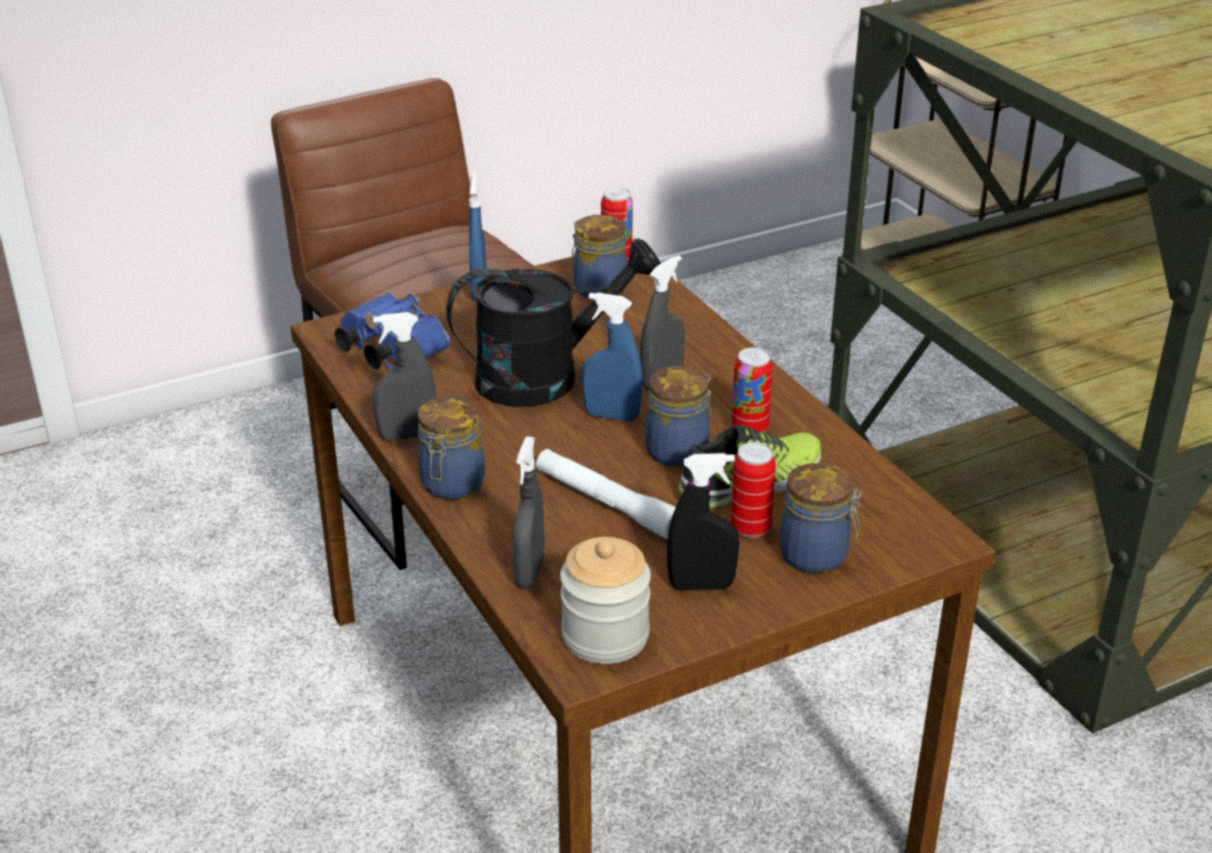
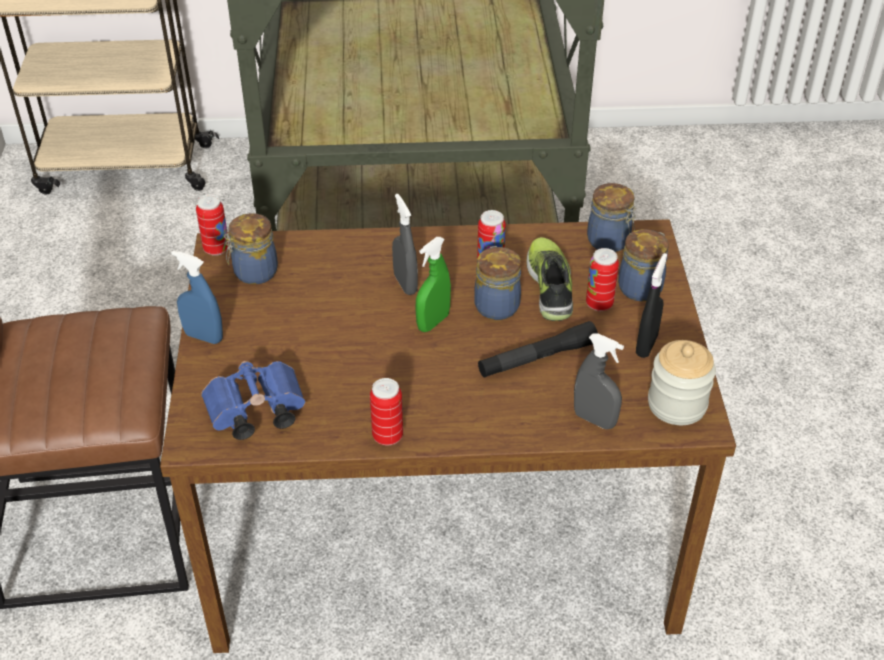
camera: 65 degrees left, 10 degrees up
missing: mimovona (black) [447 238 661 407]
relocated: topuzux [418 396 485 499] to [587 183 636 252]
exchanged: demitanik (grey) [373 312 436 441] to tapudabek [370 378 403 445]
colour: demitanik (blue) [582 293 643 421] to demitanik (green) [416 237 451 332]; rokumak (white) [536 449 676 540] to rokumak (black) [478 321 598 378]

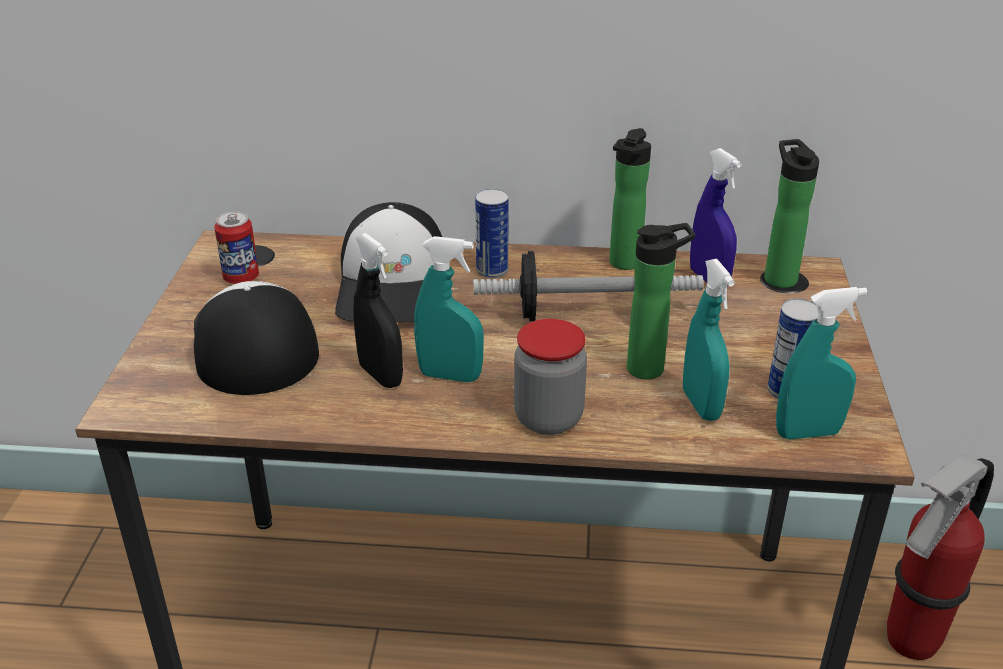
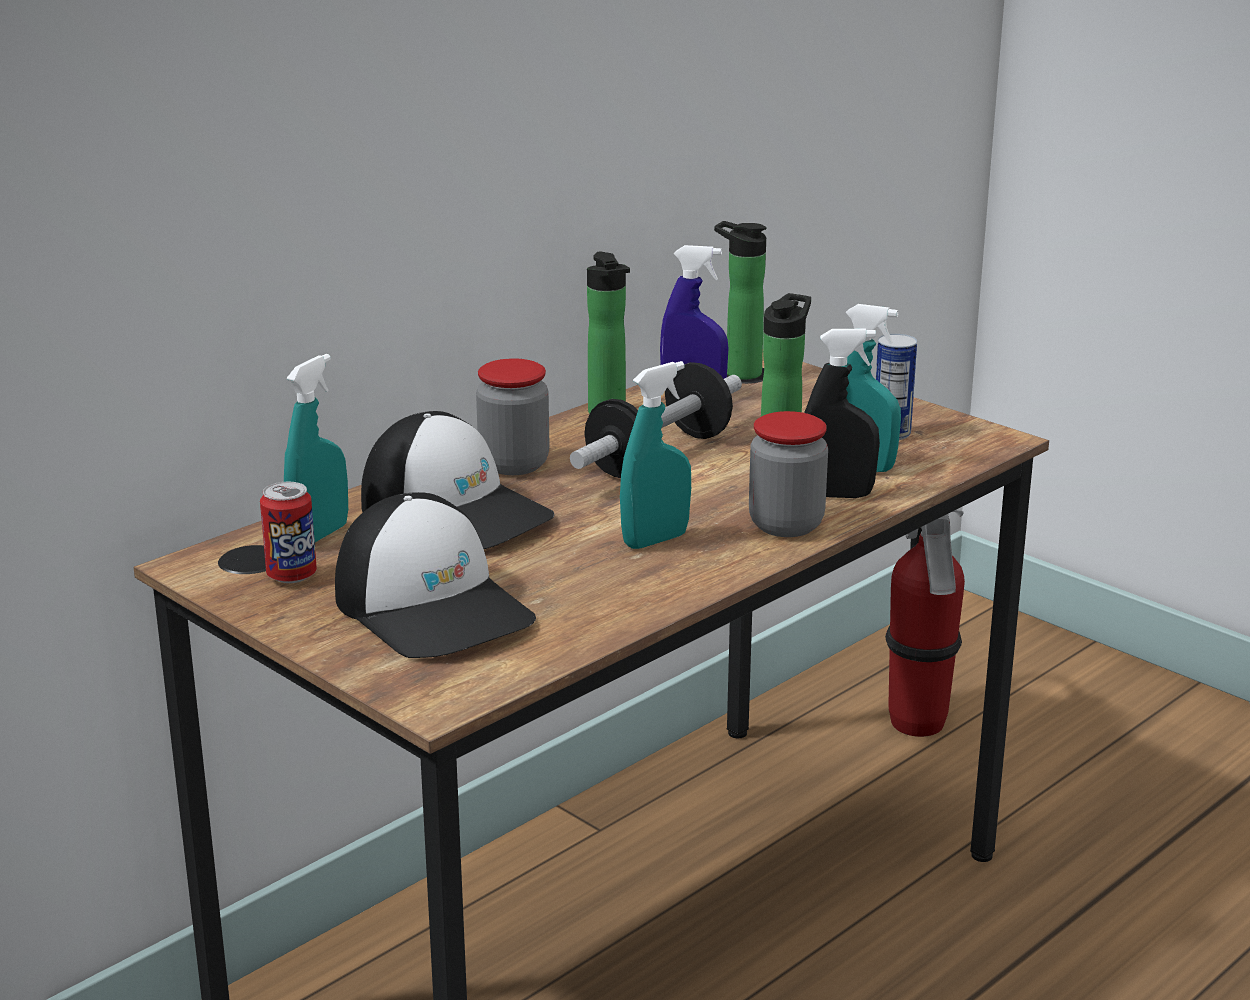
camera: 50 degrees left, 10 degrees down
relocated: demitanik (turquoise) [776 287 867 439] to [284 354 348 542]; demitanik (black) [353 233 403 388] to [804 329 880 498]
exchanged: tapudabek [475 189 509 278] to topuzux [476 358 549 475]
spun: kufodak [194 281 319 395] = [335 492 536 658] 150 degrees counterclockwise

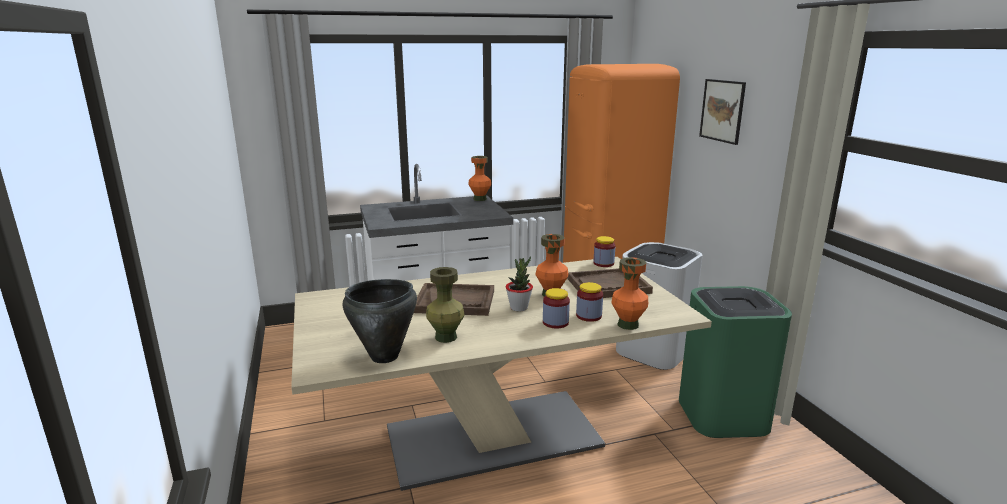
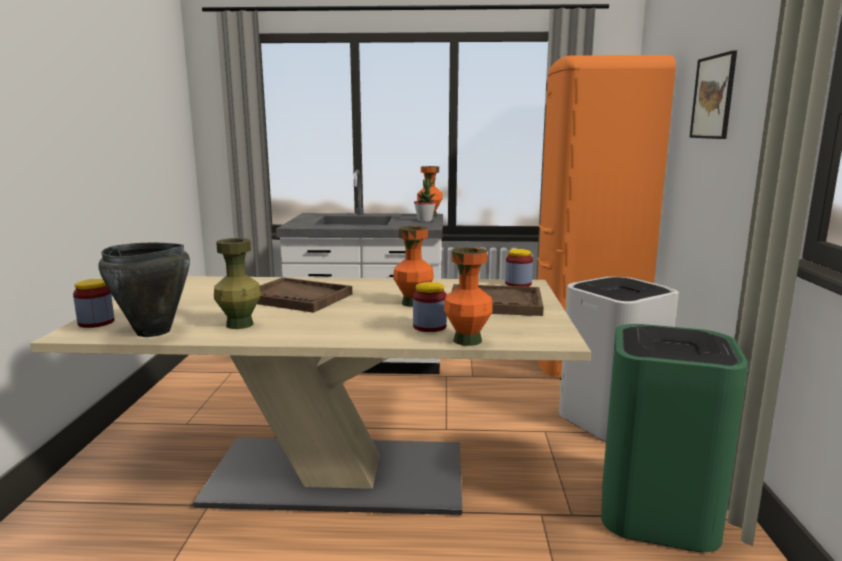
camera: 20 degrees right, 5 degrees down
relocated: topuzux [543 288 570 329] to [73 279 115 328]; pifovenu [506 256 533 311] to [414 178 436 222]

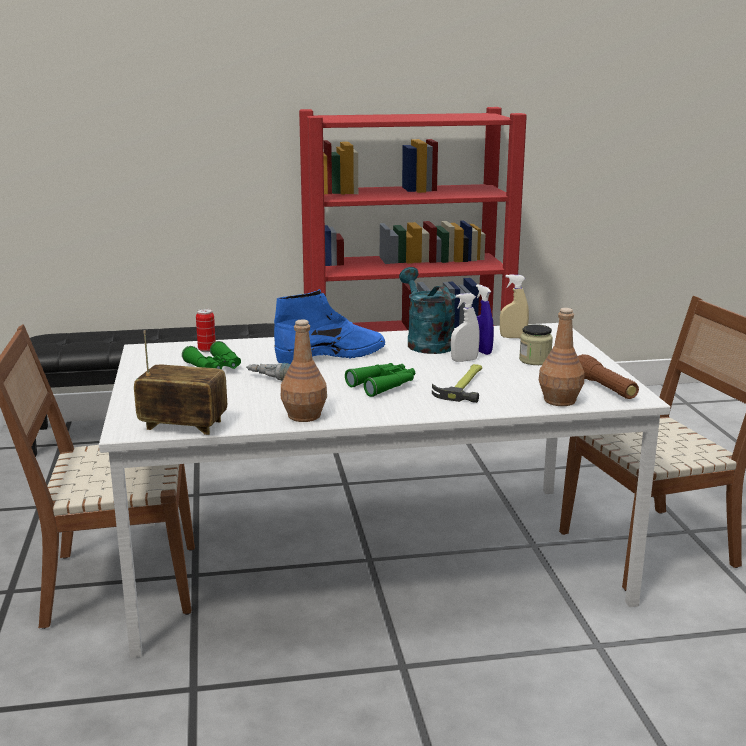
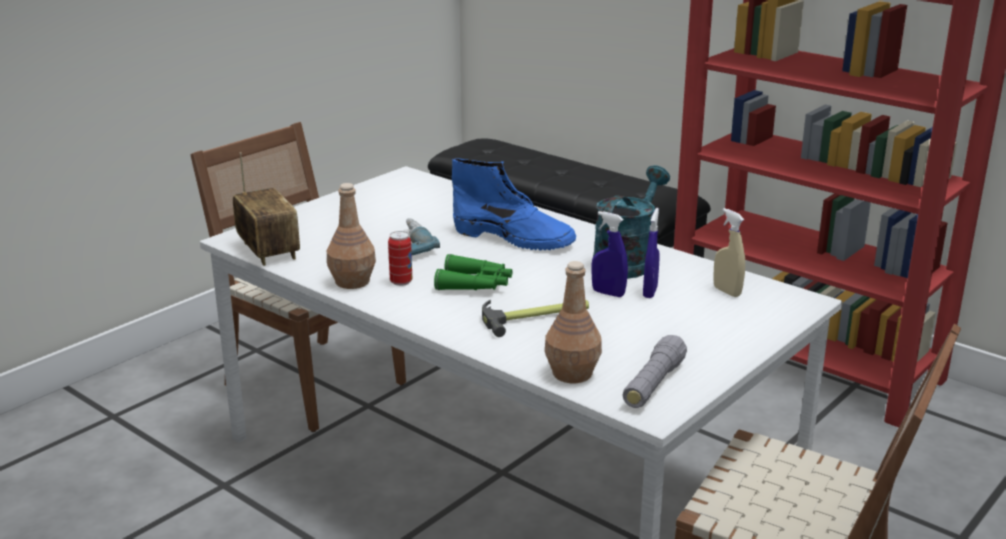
camera: 50 degrees right, 5 degrees up
missing: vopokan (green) [182 341 241 369]; topuzux [519 324 553 365]
relocated: tapudabek [196 309 216 352] to [388 231 412 286]
colour: demitanik (white) [451 293 480 362] to demitanik (blue) [592 211 628 297]; rokumak (brown) [578 354 639 399] to rokumak (grey) [623 335 687 408]

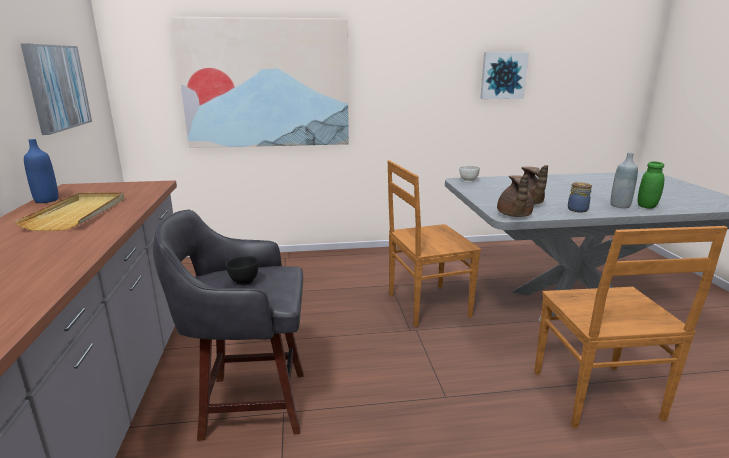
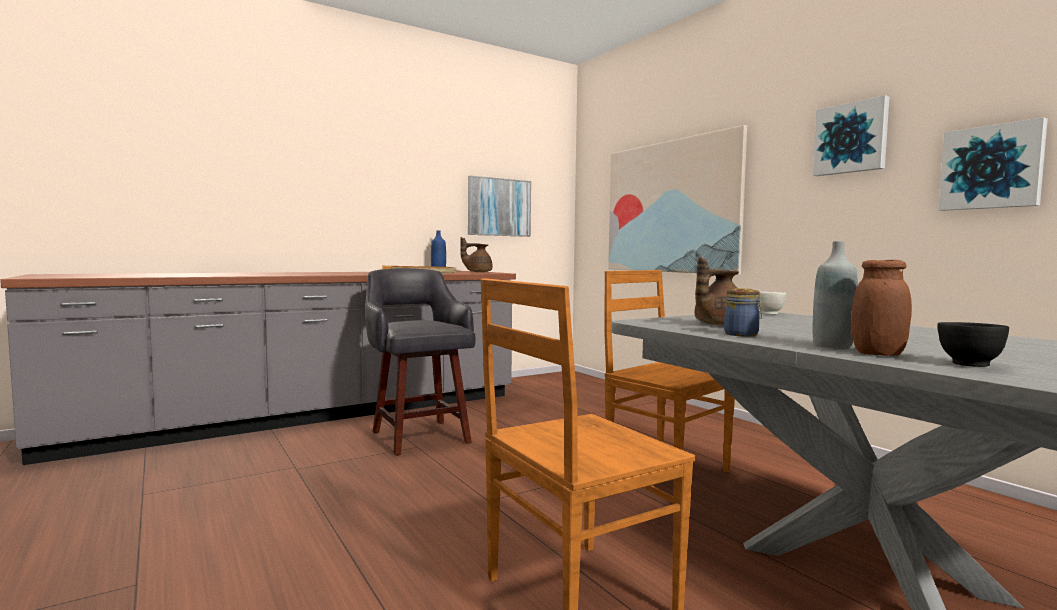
camera: 65 degrees right, 15 degrees down
appeared: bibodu [813 95 889 176]
relocated: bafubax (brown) [497 175 533 217] to [460 237 492 272]; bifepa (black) [225 256 259 286] to [938 322 1009 367]
colour: topuzux (green) [638 161 664 209] to topuzux (brown) [851 260 912 356]

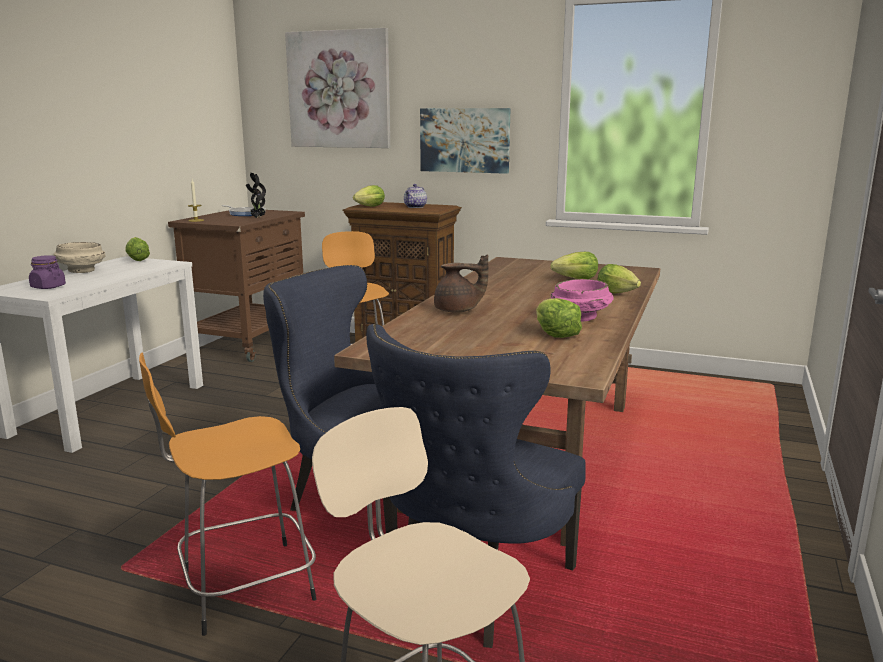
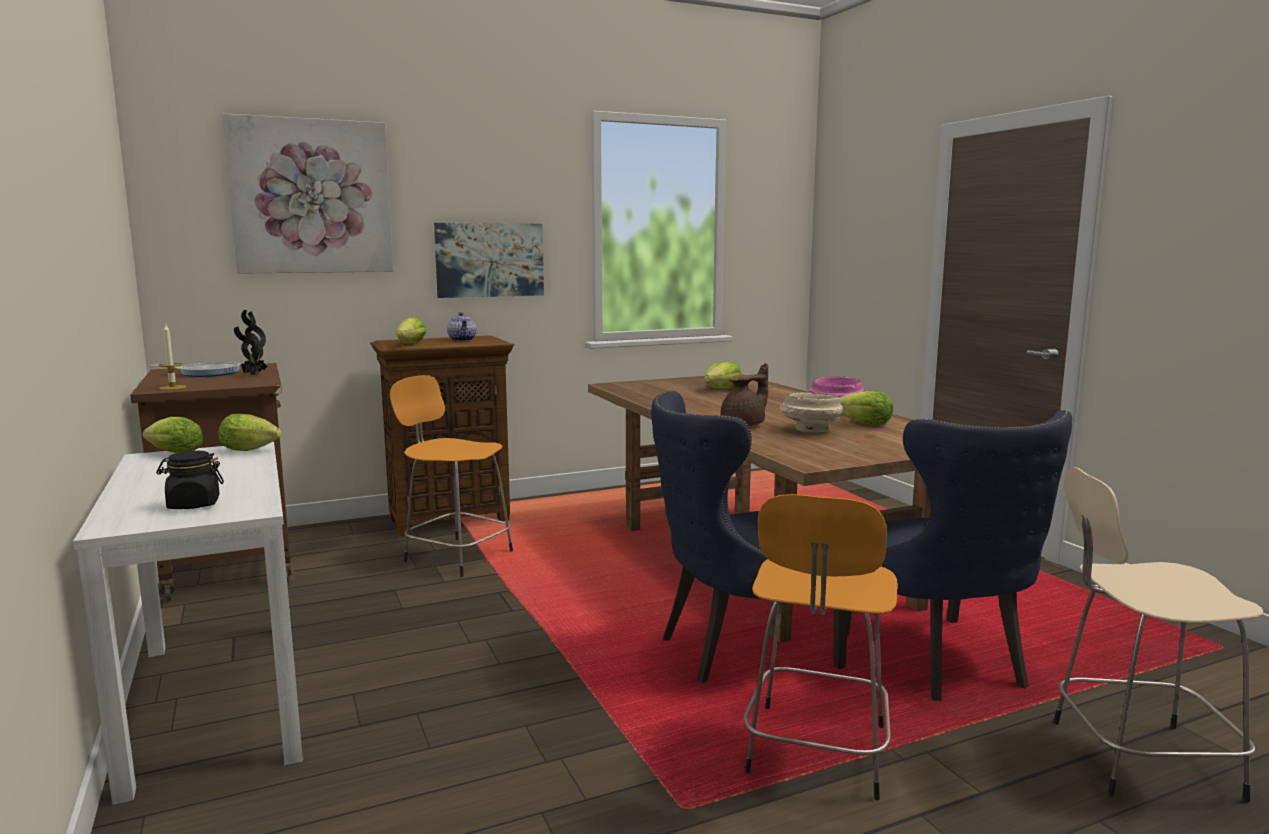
camera: 45 degrees left, 5 degrees down
relocated: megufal [598 264 641 293] to [218 414 281 451]; bifepa (beige) [53 242 106 273] to [780 392 844 432]
colour: topuzux (purple) [29 255 66 289] to topuzux (black) [156 451 224 509]

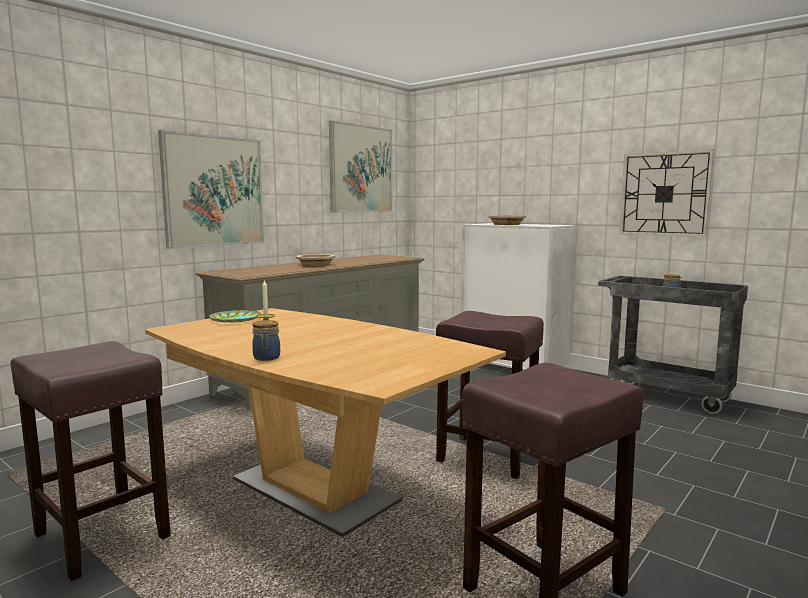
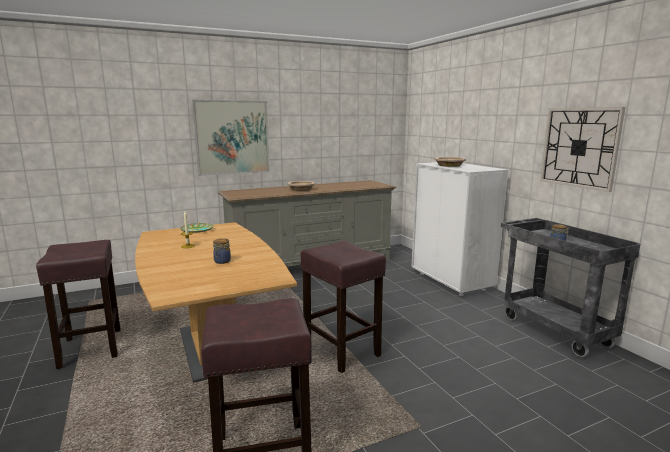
camera: 25 degrees right, 5 degrees up
missing: bibodu [329 120 392 213]
relocated: topuzux [252 320 280 361] to [213 238 231 264]

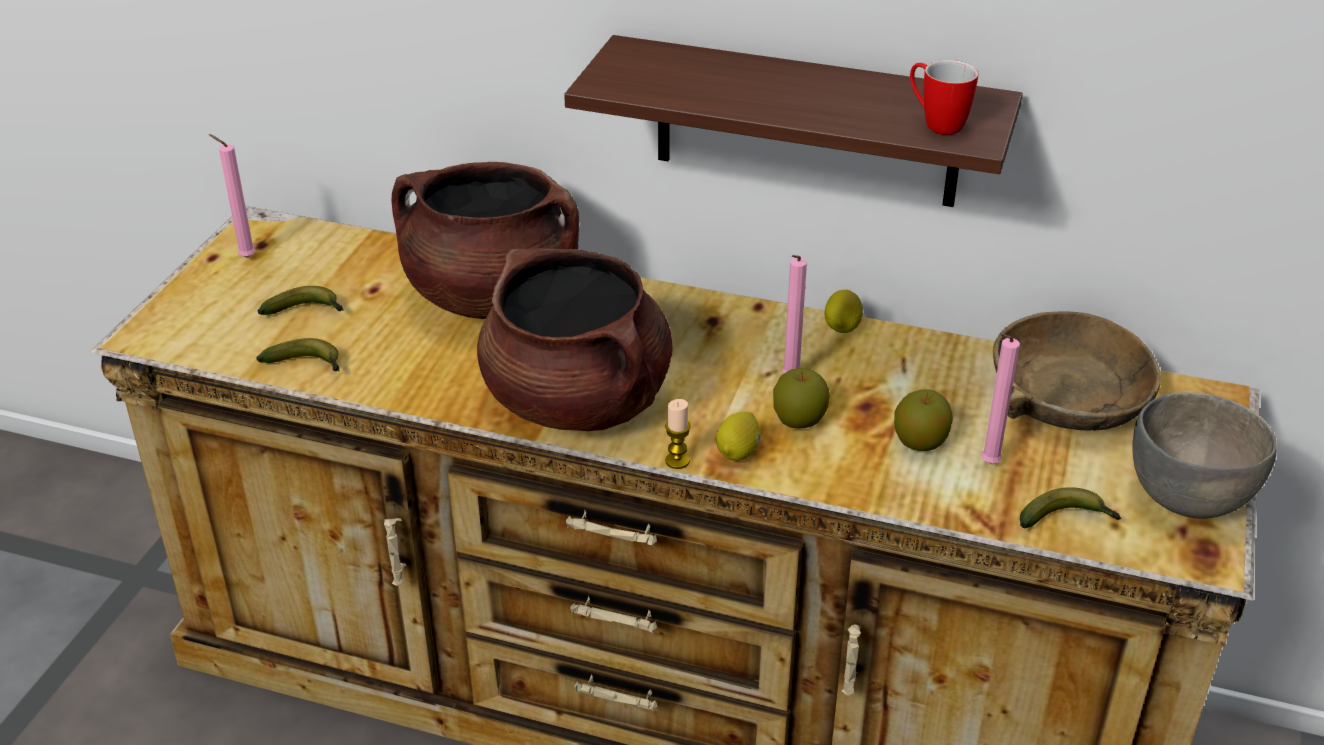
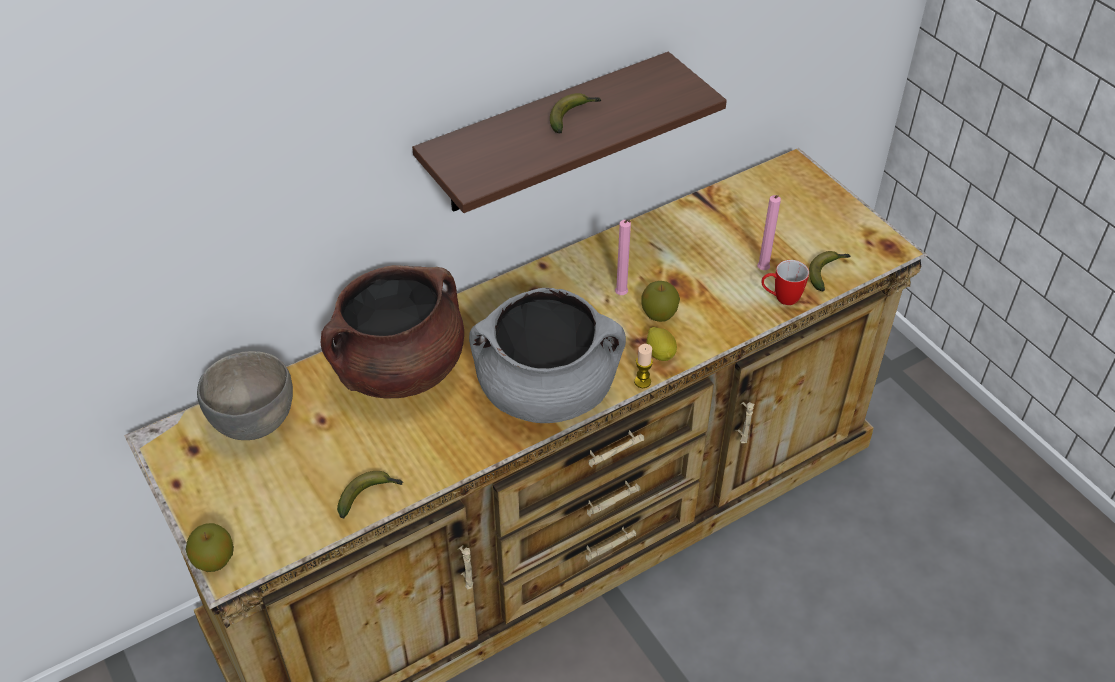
camera: 50 degrees left, 10 degrees up
missing: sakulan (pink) [209 134 255 258]; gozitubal [824 290 863 333]; bifepa (brown) [993 311 1161 431]
relocated: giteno [894 389 953 451] to [186 523 234 572]; bifepa (grey) [1132 392 1277 519] to [197 351 293 440]; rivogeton [258 286 344 315] to [550 93 601 133]; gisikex [910 60 979 135] to [761 260 809 305]
colour: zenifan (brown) [477 248 673 431] to zenifan (grey) [469 288 626 423]

